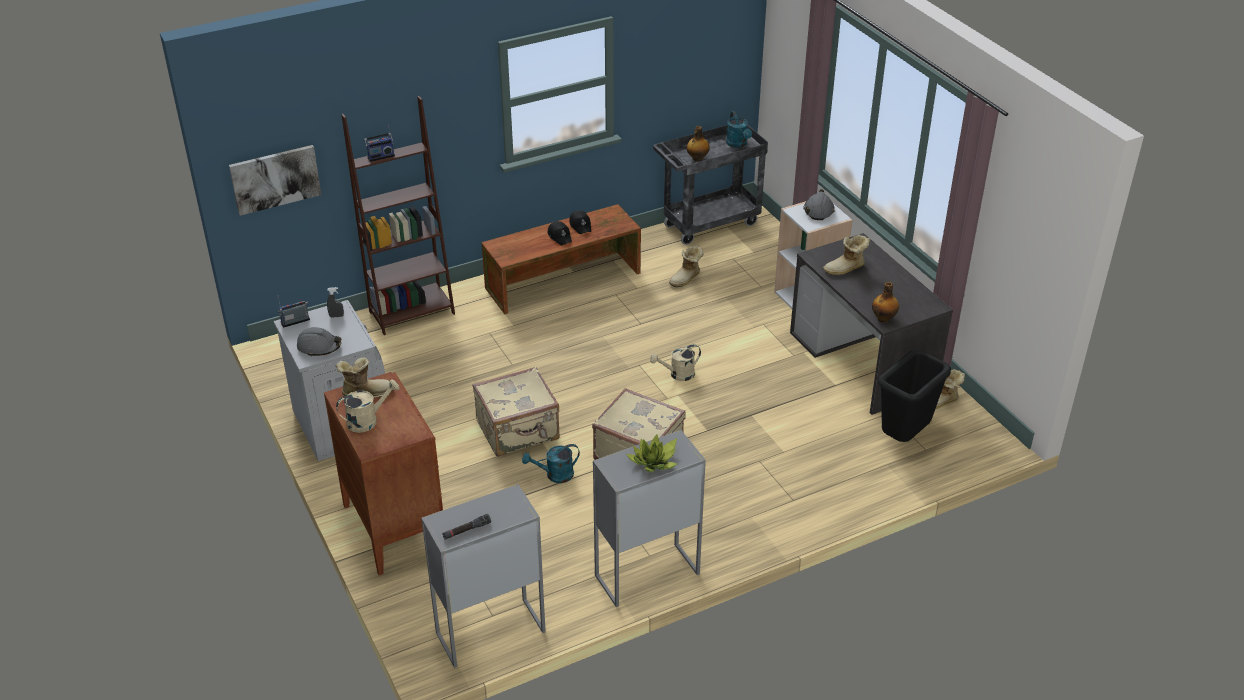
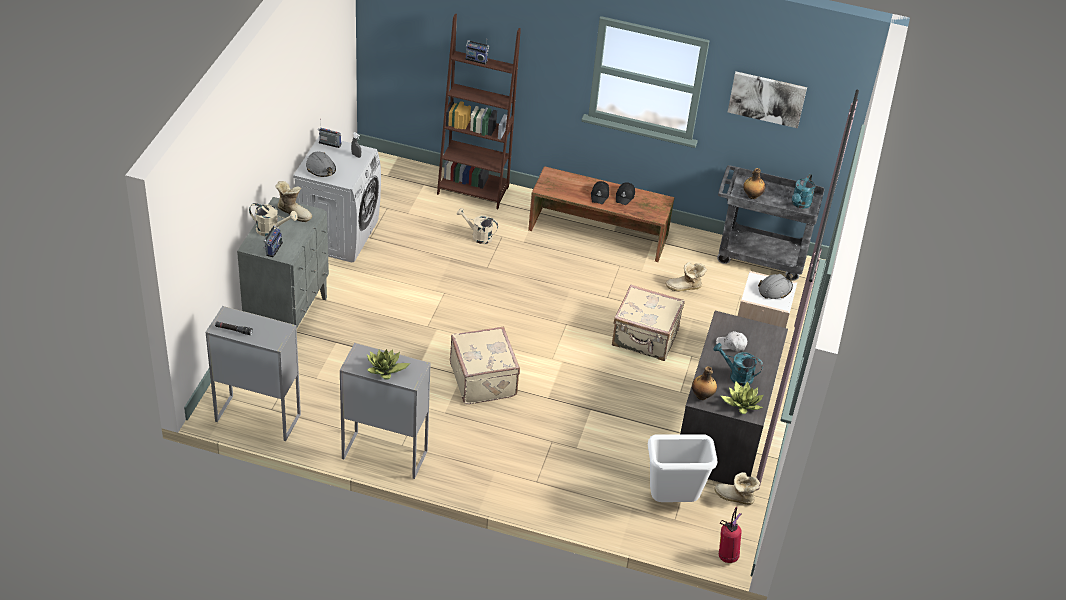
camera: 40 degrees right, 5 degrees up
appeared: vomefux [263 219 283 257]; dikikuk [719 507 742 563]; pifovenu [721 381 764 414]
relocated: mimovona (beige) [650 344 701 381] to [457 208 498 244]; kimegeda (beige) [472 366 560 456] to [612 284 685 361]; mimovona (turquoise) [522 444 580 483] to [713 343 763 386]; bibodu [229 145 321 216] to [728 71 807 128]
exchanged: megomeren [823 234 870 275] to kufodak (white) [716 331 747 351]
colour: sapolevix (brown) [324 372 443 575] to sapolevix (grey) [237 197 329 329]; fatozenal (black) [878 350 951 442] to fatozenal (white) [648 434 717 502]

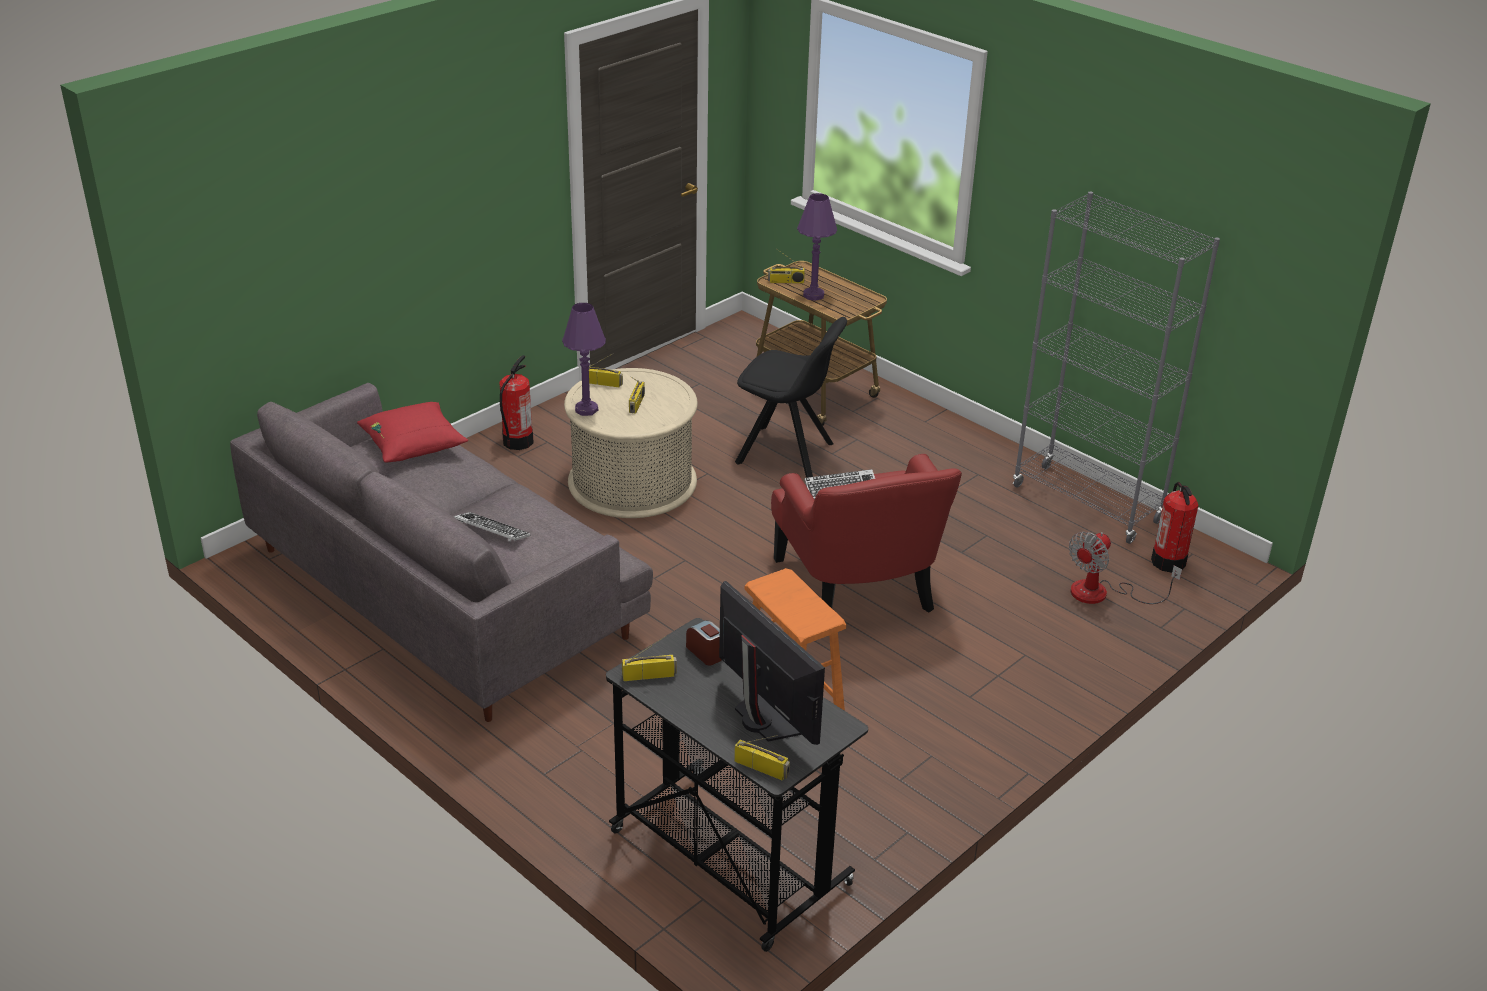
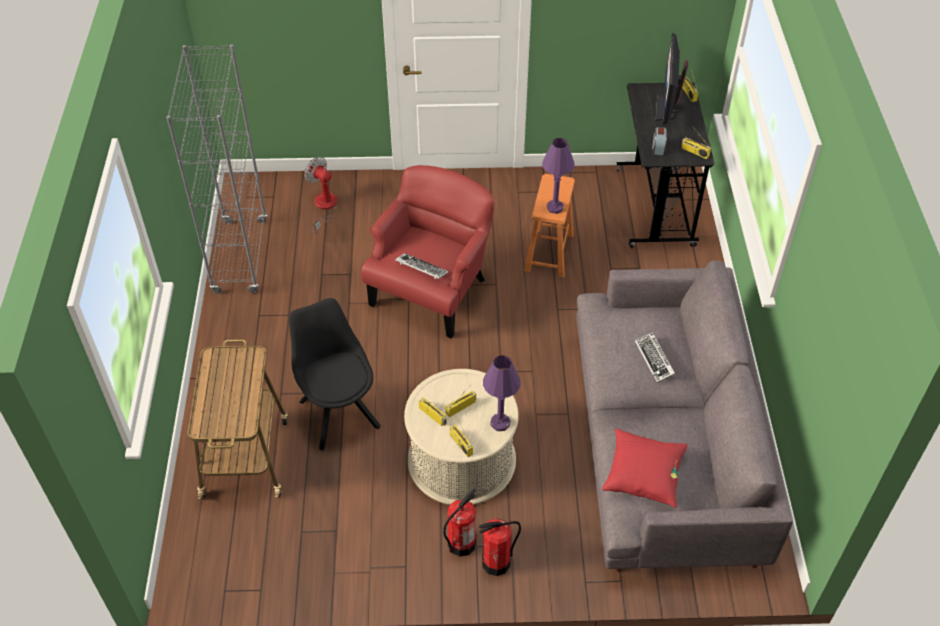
camera: 135 degrees left, 15 degrees up
relocated: vomefux [768 249 805 283] to [419 397 447 426]; dikikuk [1151 482 1198 573] to [443 488 476 556]; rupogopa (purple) [797 193 837 301] to [542 138 575 214]
spun: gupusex [1069 532 1182 604] = [304 157 338 235] 135 degrees counterclockwise

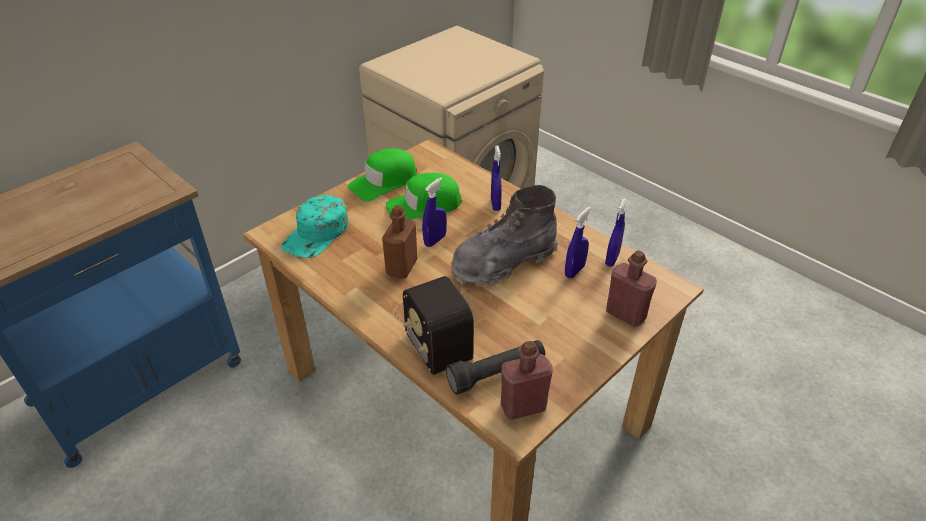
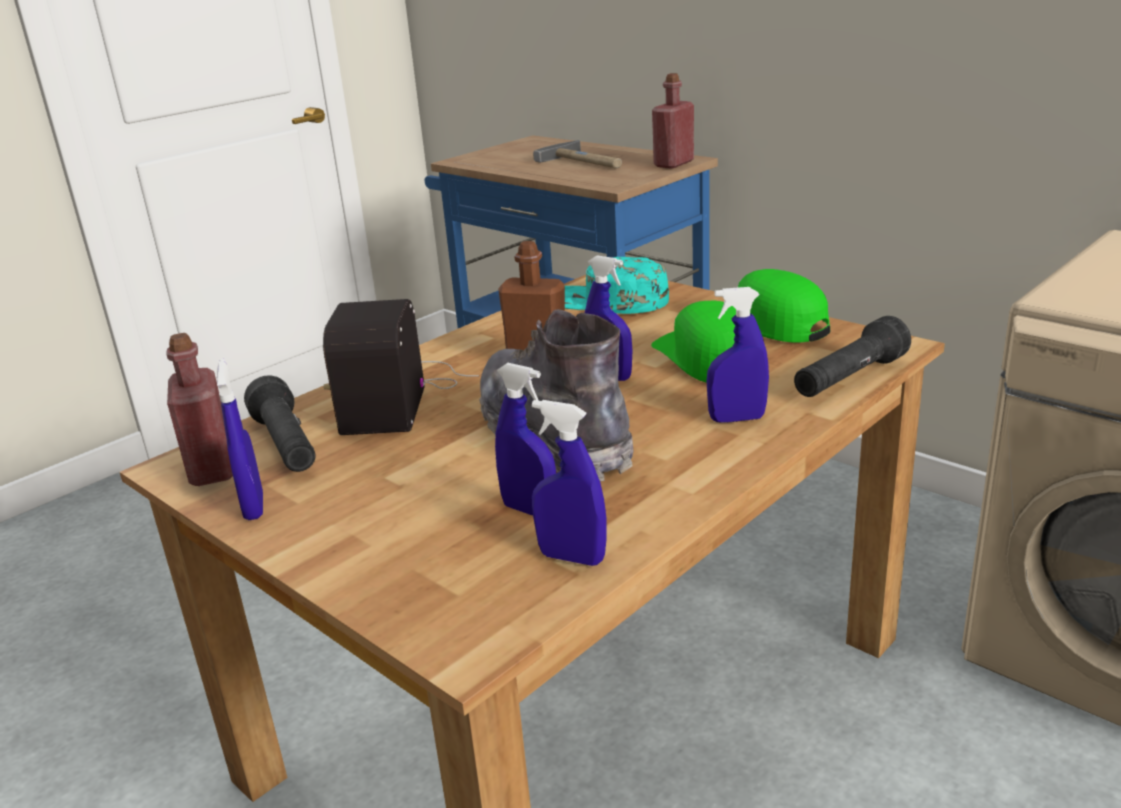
camera: 90 degrees right, 15 degrees down
appeared: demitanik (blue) [217 359 263 520]; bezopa [533 140 622 169]; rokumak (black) [794 316 911 397]
relocated: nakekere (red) [606 250 657 327] to [652 73 694 169]
spun: vomefux [392 276 474 375] = [323 299 479 435] 60 degrees counterclockwise

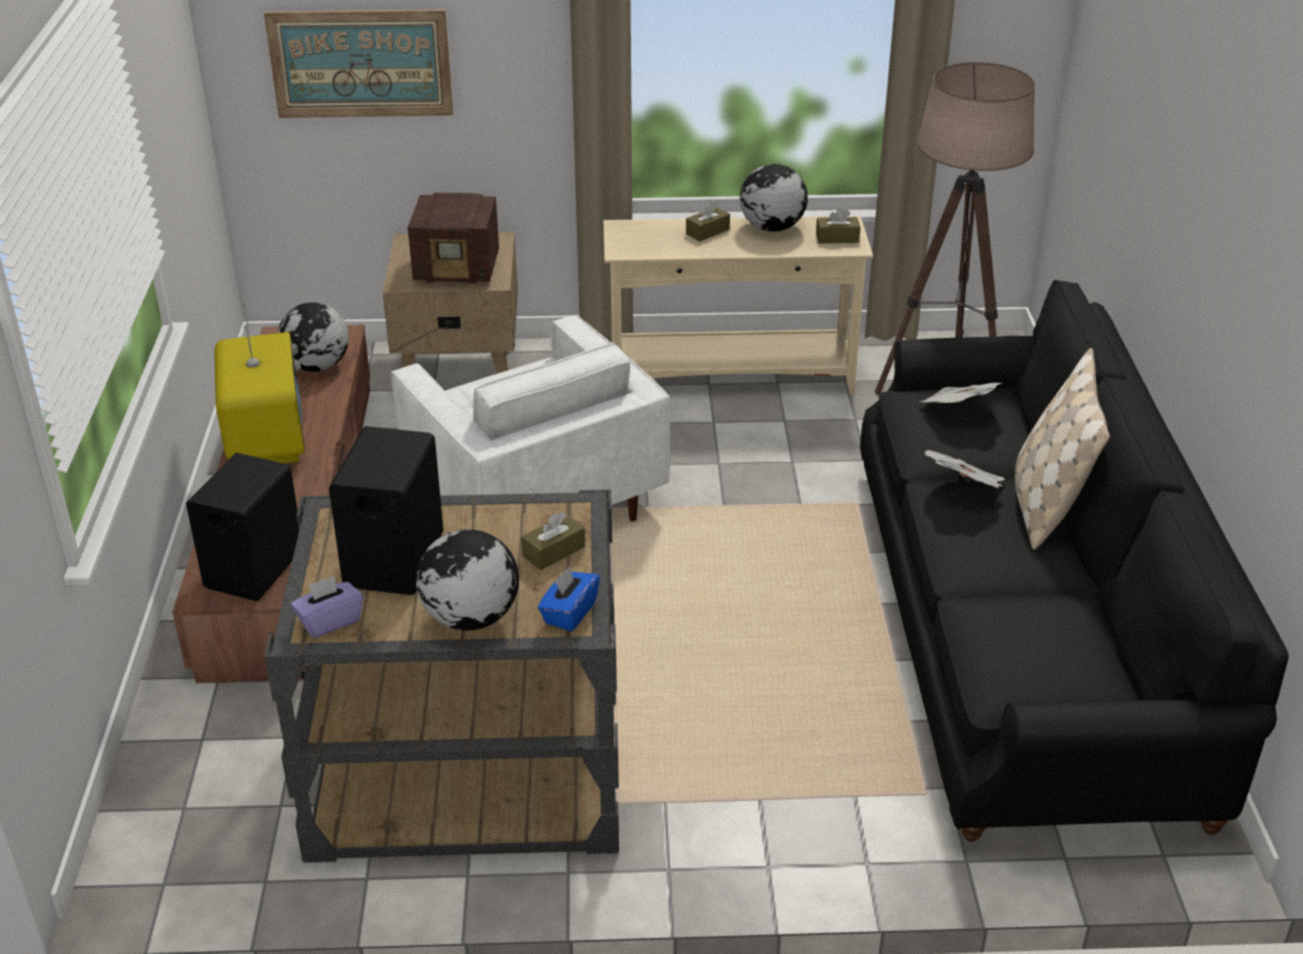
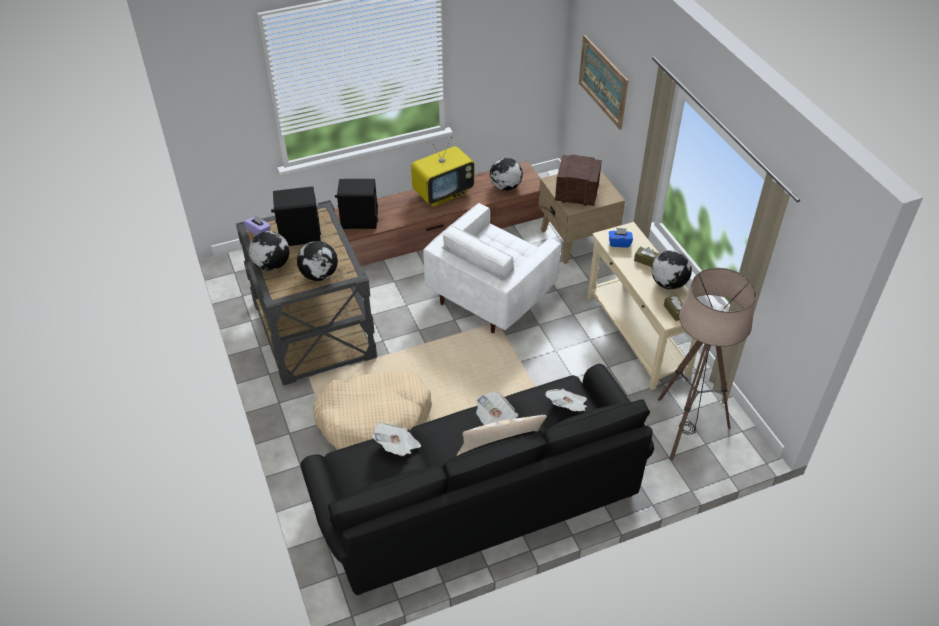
camera: 70 degrees right, 10 degrees up
appeared: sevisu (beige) [313 370 432 449]; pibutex [372 422 421 456]
relocated: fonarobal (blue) [538 566 600 631] to [609 228 633 248]
exchanged: fonarobal (brown) [521 512 585 570] to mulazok [297 241 338 281]
spun: vomefux [408 193 499 284] = [555 155 602 206] 120 degrees clockwise

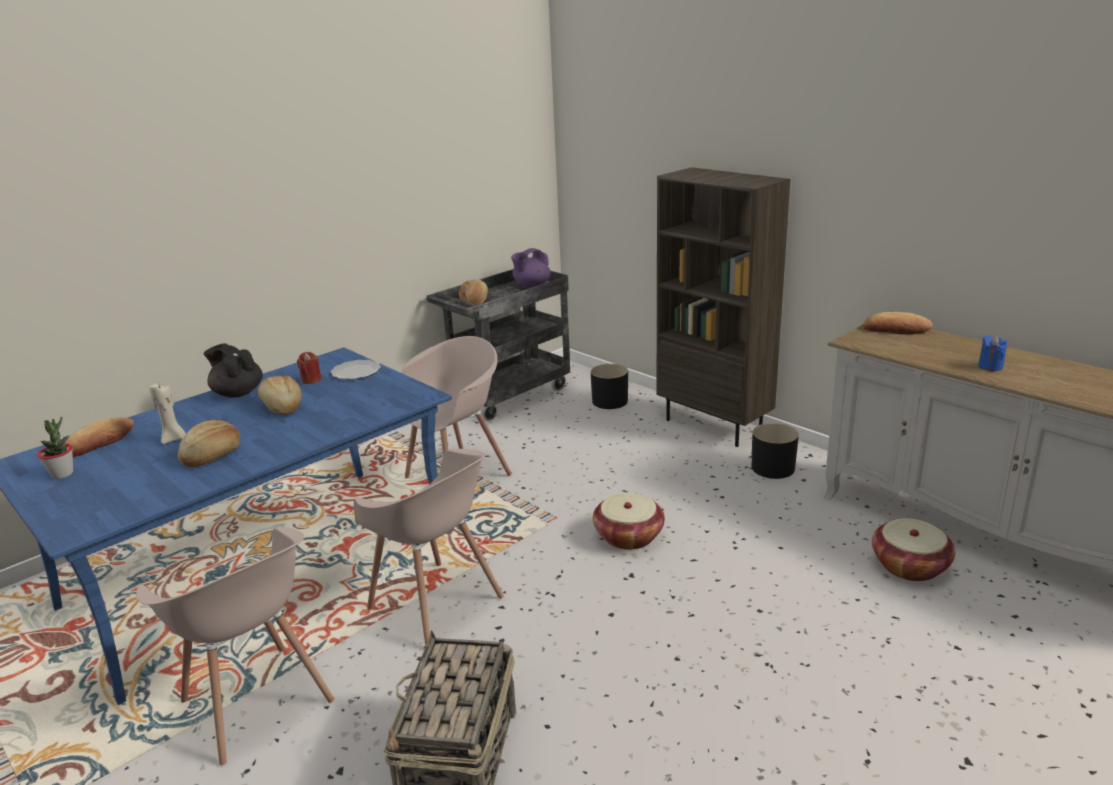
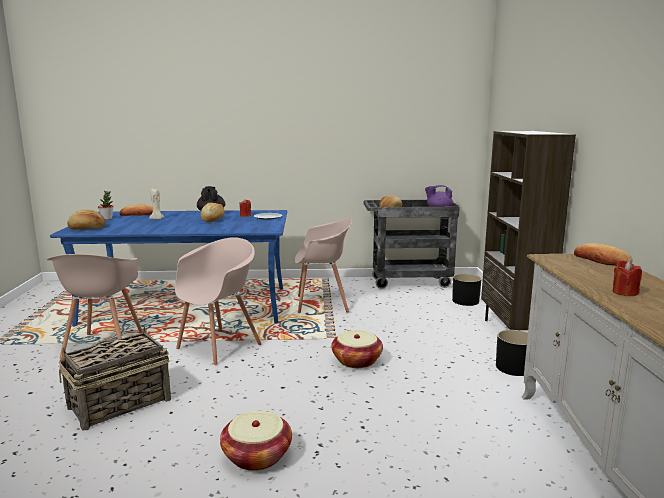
camera: 40 degrees right, 10 degrees down
relocated: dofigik [178 420 240 467] to [67 209 106 230]; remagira [872 518 955 581] to [220 411 292 471]
colour: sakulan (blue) [978 335 1008 371] to sakulan (red) [613 260 642 296]
spun: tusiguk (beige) [354 449 504 646] = [175 237 262 365] 135 degrees counterclockwise

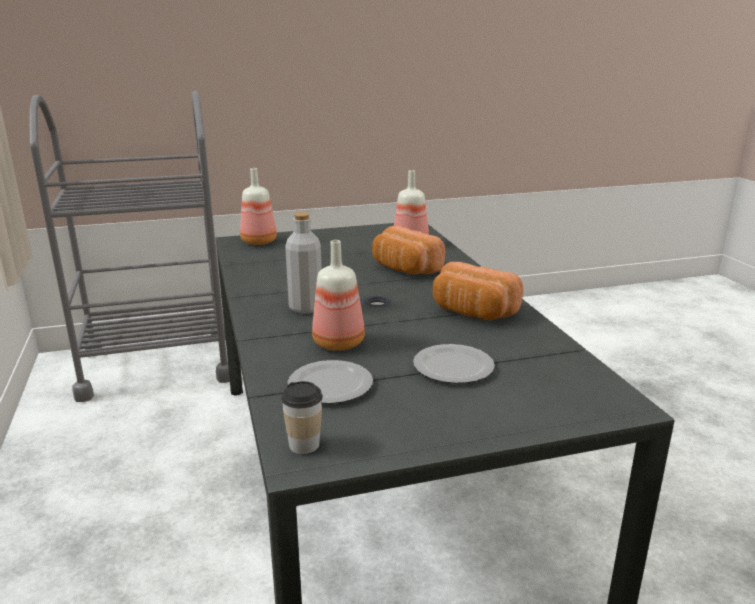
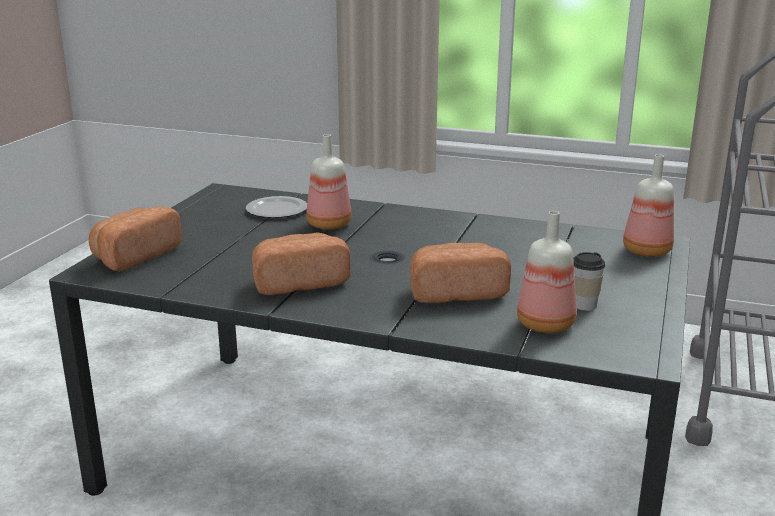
camera: 125 degrees right, 0 degrees up
missing: nakekere (grey) [285 212 322 314]; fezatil [413 344 495 384]
appeared: dofigik [89 206 182 271]
relocated: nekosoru [281 381 323 454] to [573 252 605 311]

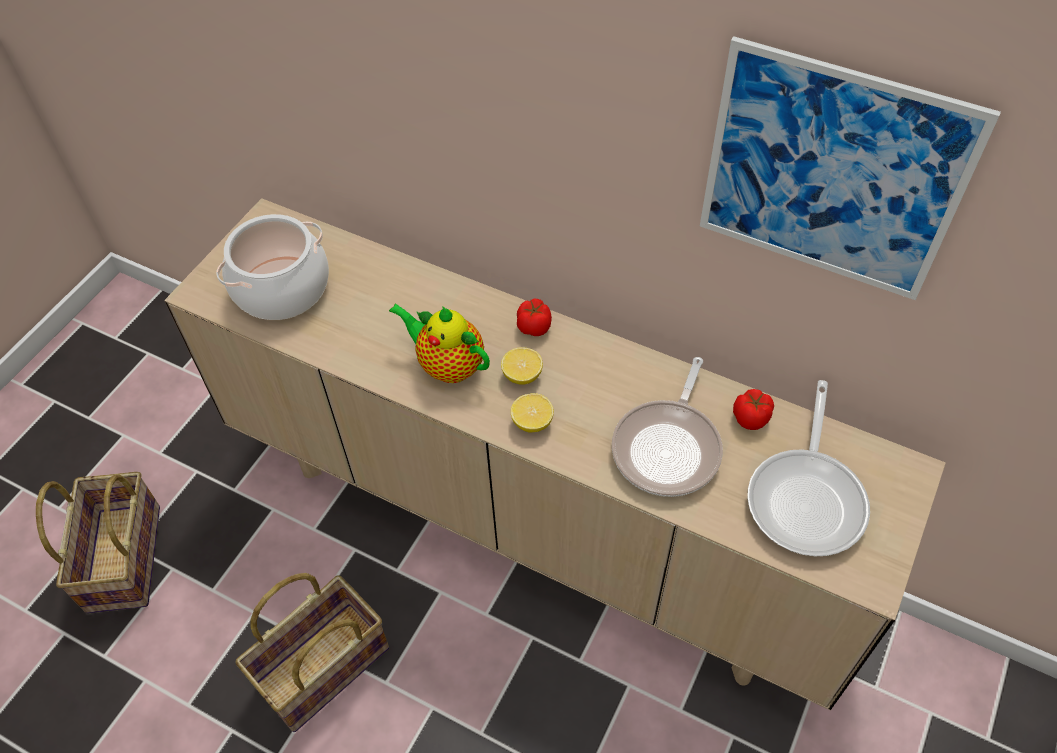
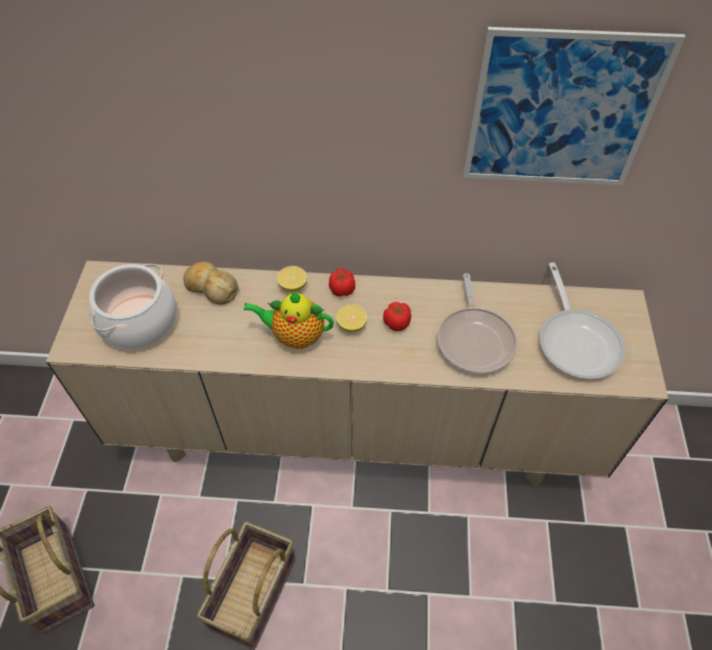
camera: 25 degrees left, 0 degrees up
appeared: dofigik [183 262 239 304]
relocated: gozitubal [511 393 554 433] to [277 266 307 292]; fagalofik [733 389 774 430] to [383 302 411 331]

